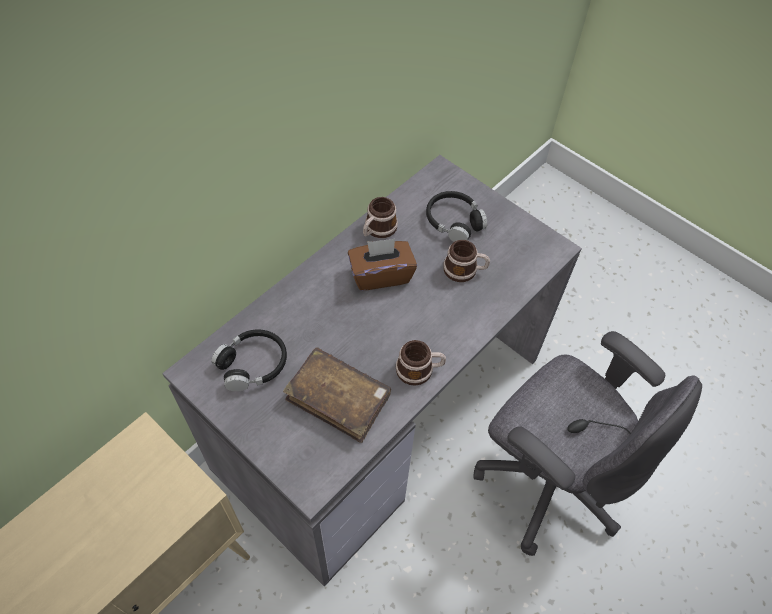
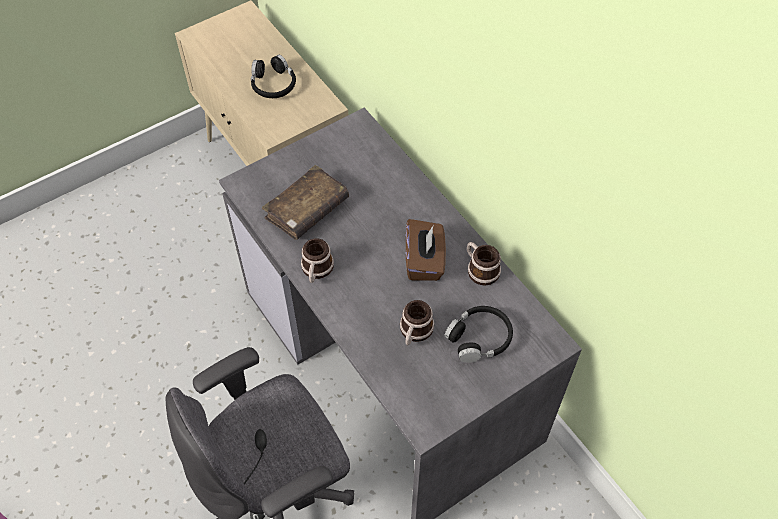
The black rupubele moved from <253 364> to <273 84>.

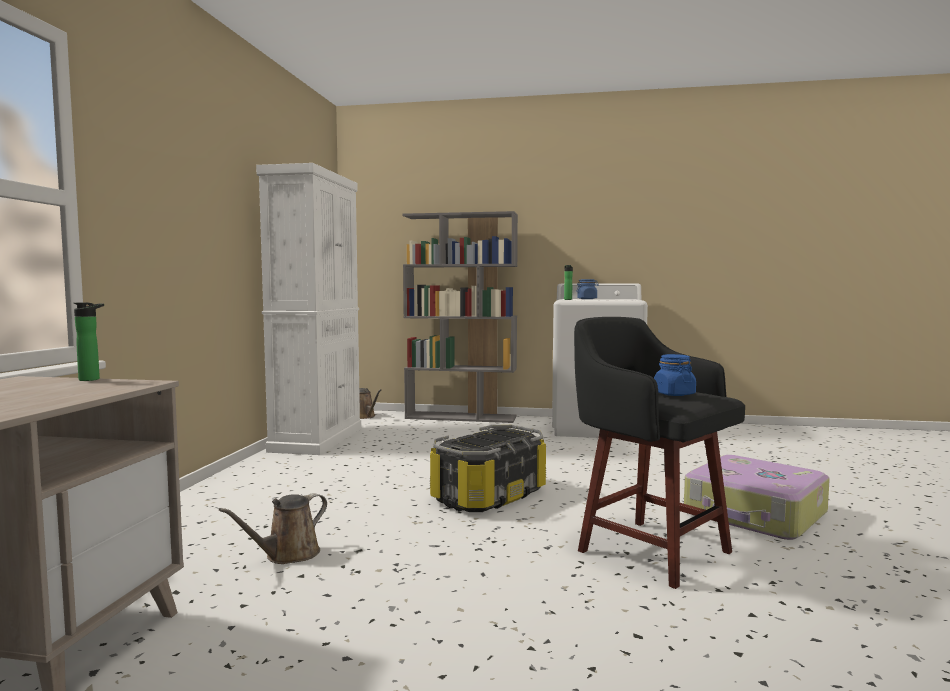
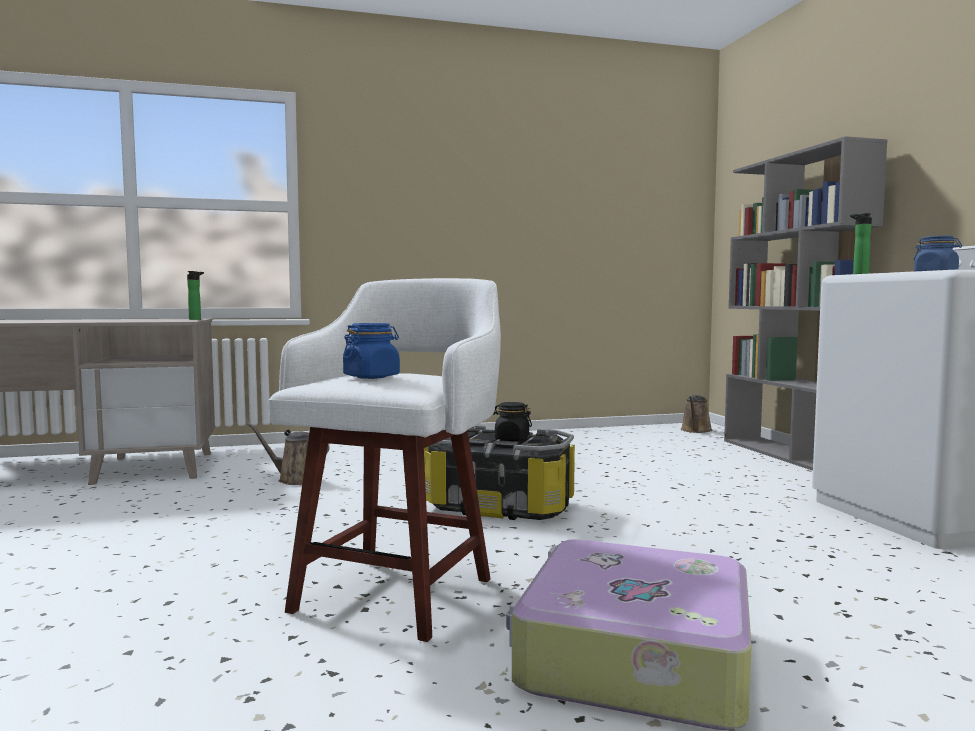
The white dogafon at <317 439> disappeared.
The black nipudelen at <511 439> appeared.
The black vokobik at <649 550> became the white vokobik at <397 591>.

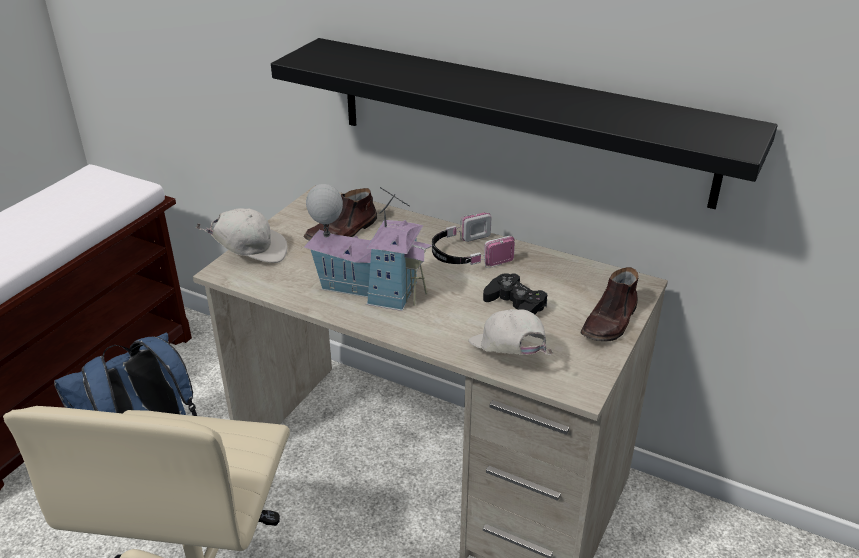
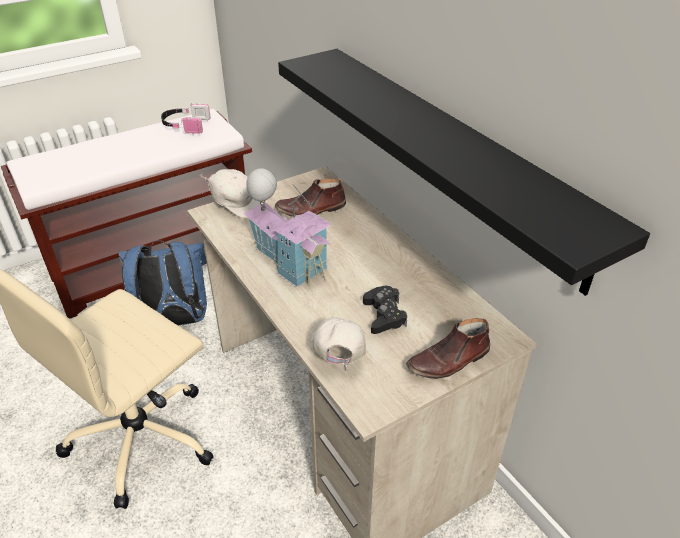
The rupubele moved from <468 255> to <185 125>.

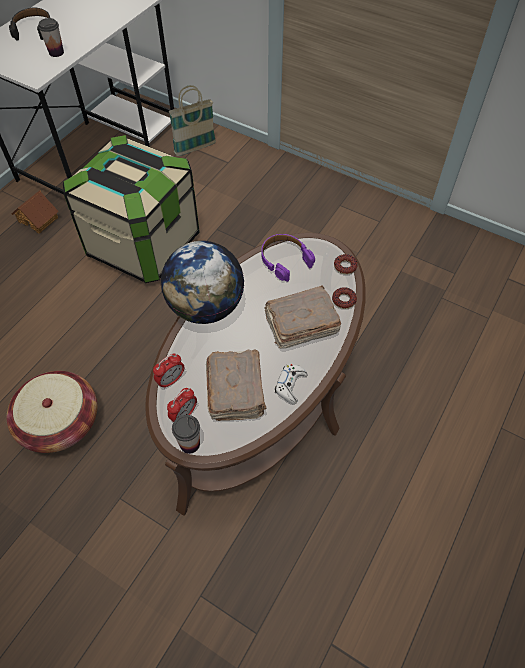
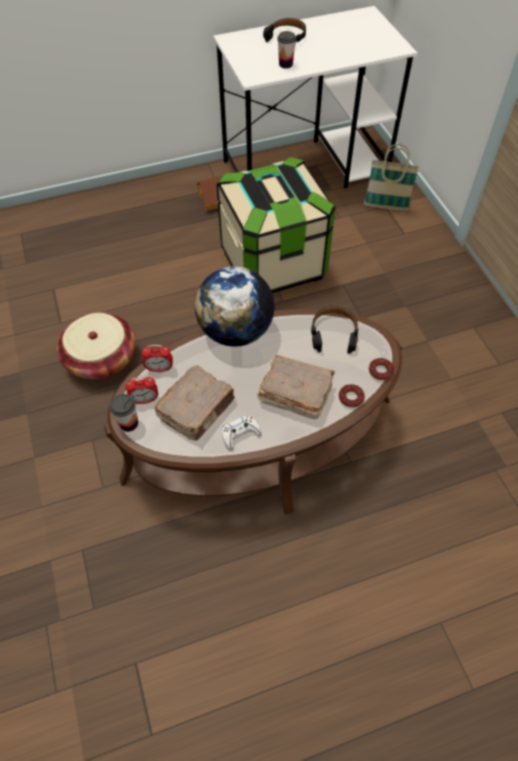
The purple rupubele at <284 260> became the black rupubele at <334 333>.

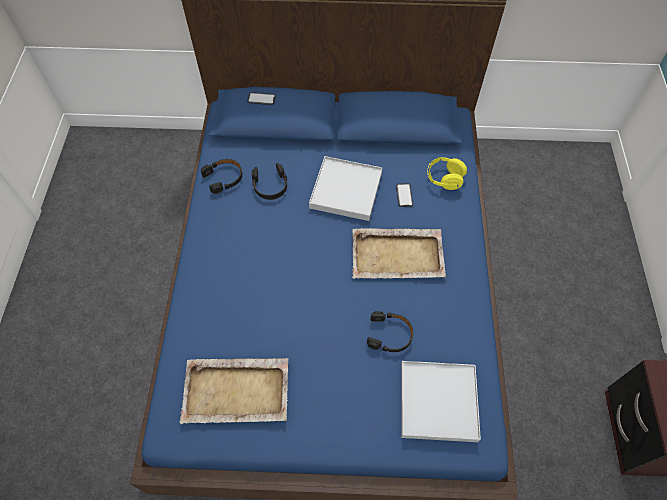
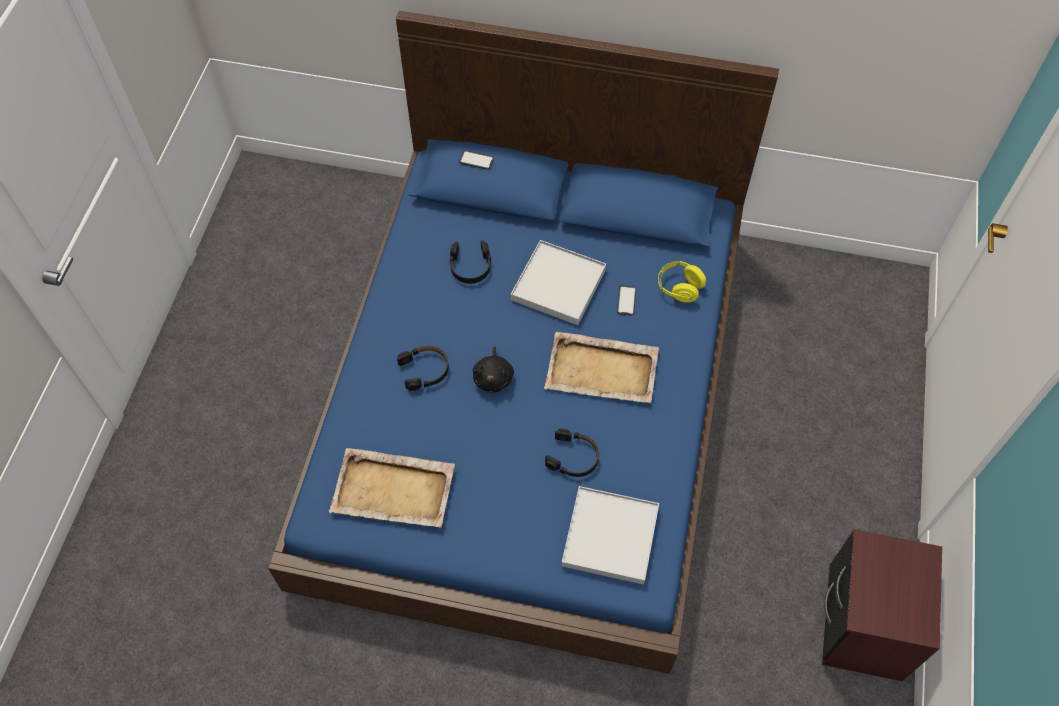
The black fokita at <493 377> appeared.
The black rupubele moved from <224 178> to <425 370>.

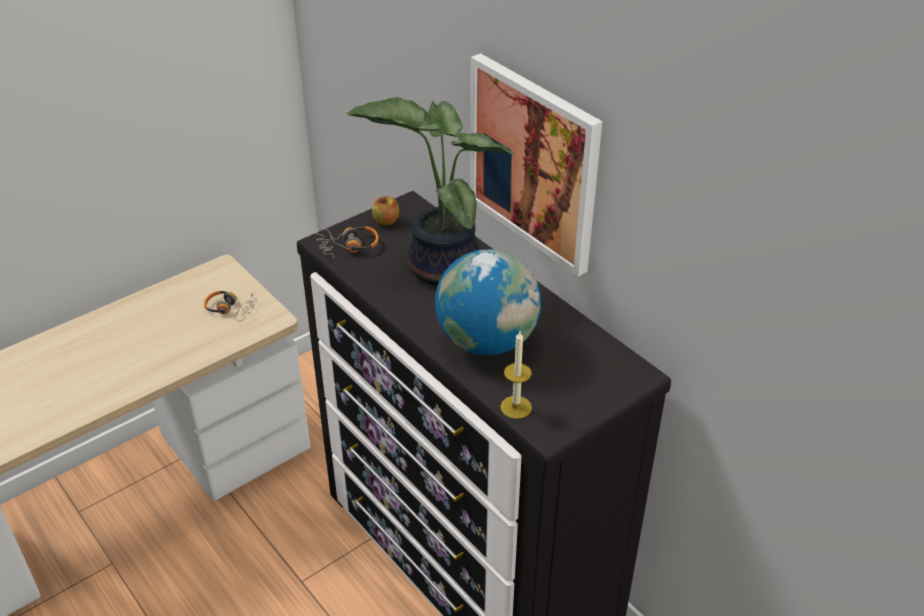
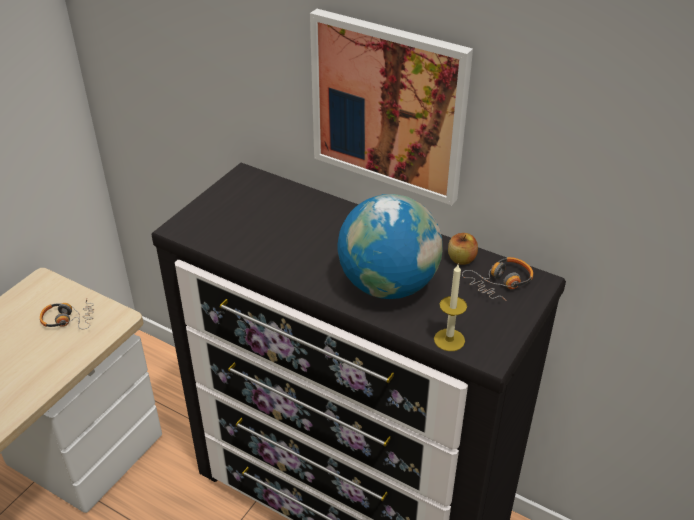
The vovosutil at <439 265> disappeared.
The rupubele moved from <348 246> to <500 283>.
The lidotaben moved from <386 221> to <461 259>.

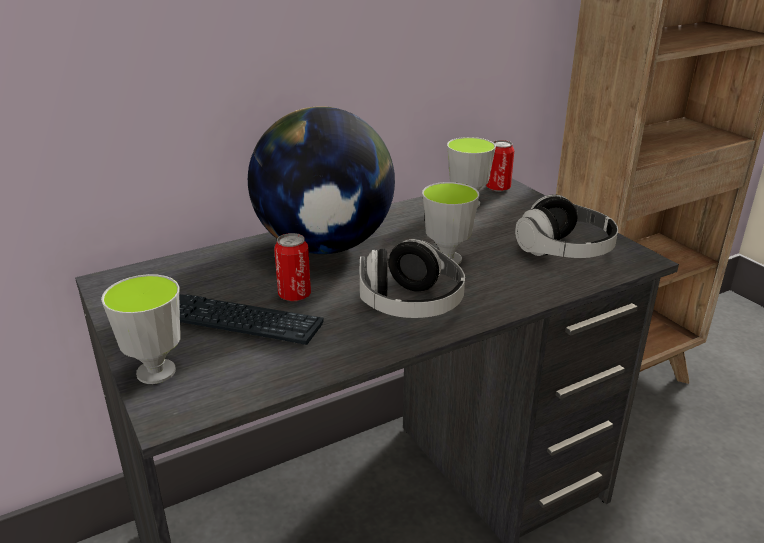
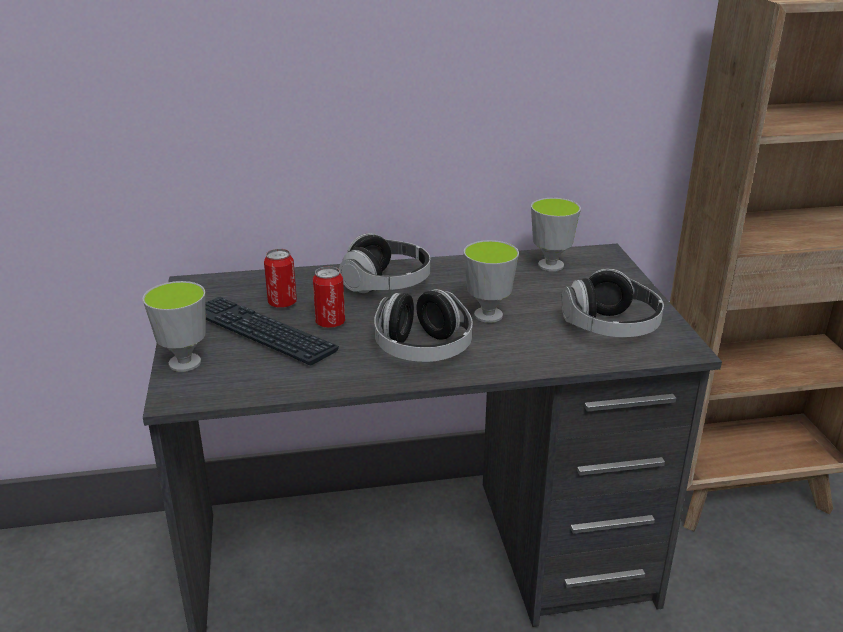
The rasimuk moved from <498 188> to <282 303>.
The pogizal at <325 246> was replaced by the rupubele at <386 284>.

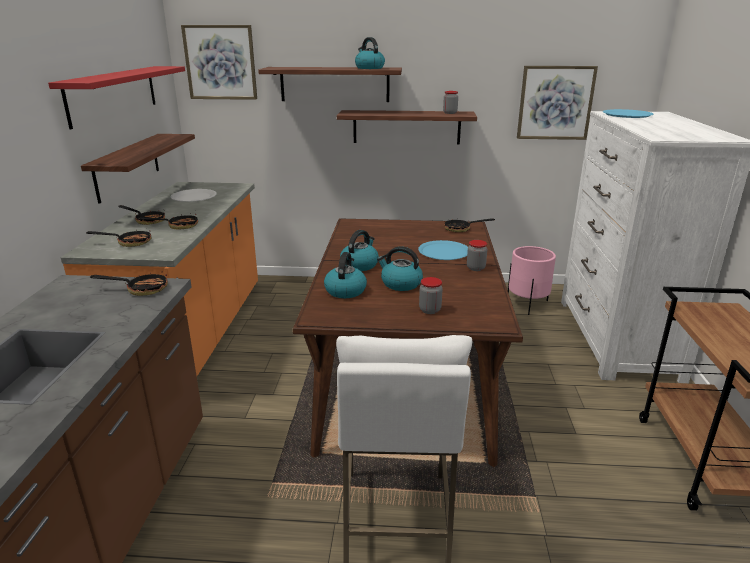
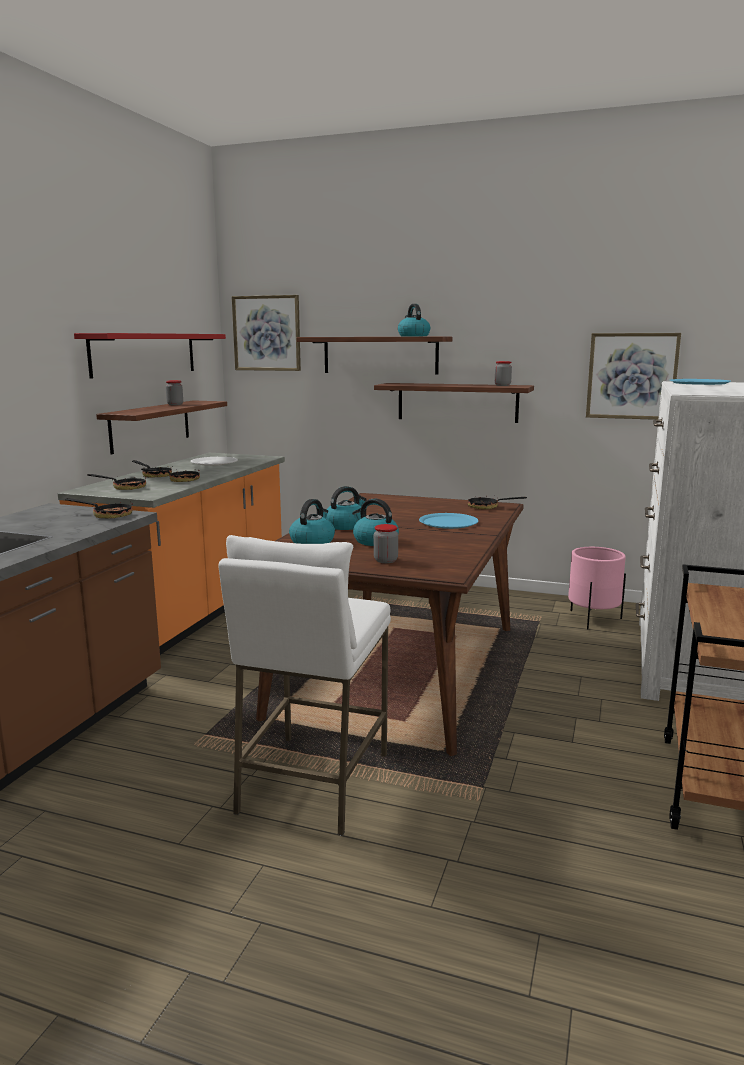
The nipudelen moved from <475 268> to <175 404>.

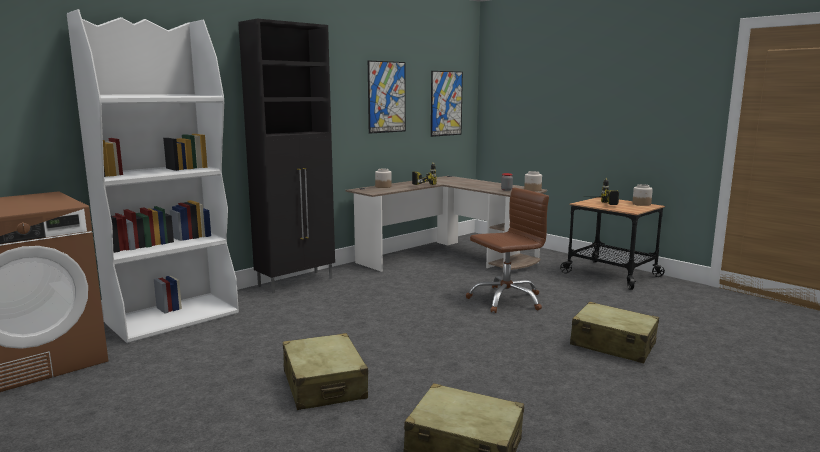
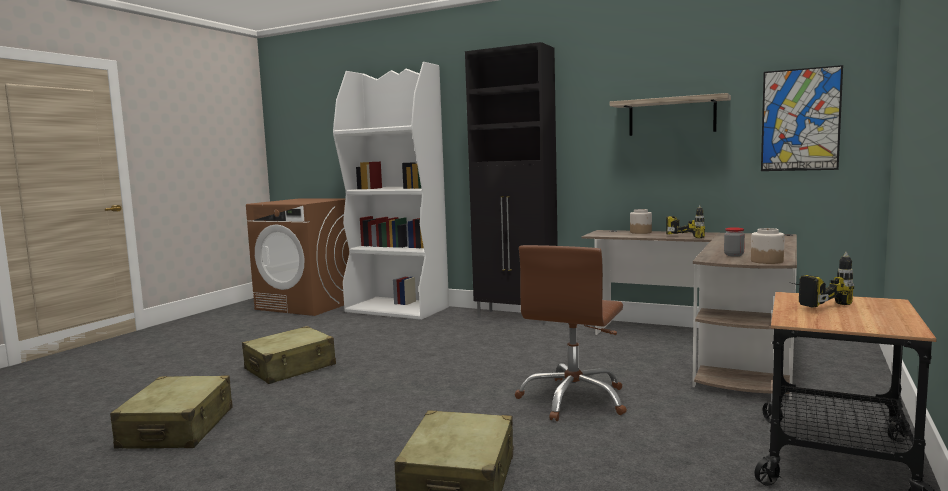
The nipudelen at <641 204> disappeared.
The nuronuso at <386 97> was replaced by the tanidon at <671 116>.
The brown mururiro at <506 300> turned 75 degrees clockwise.

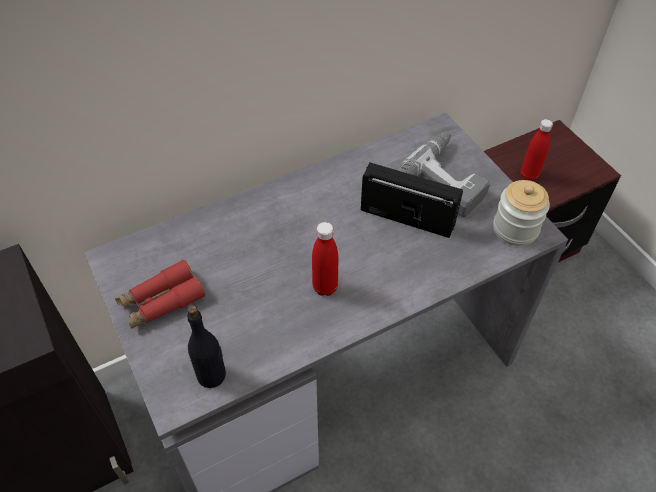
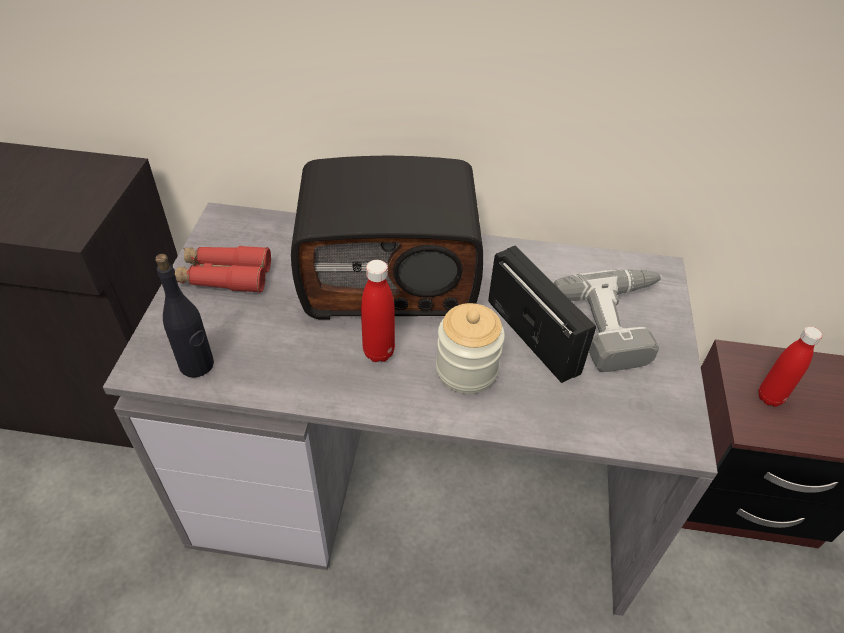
The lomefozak at <390 275> appeared.
The nipudelen moved from <515 229> to <466 370>.

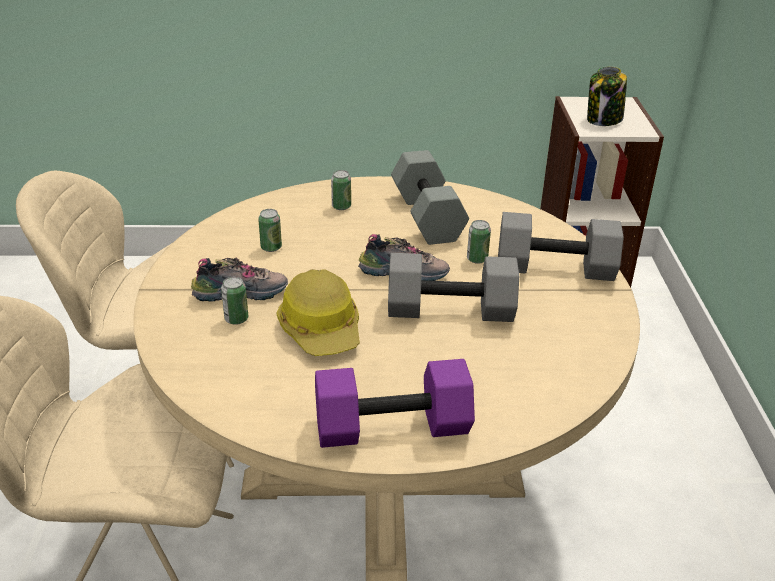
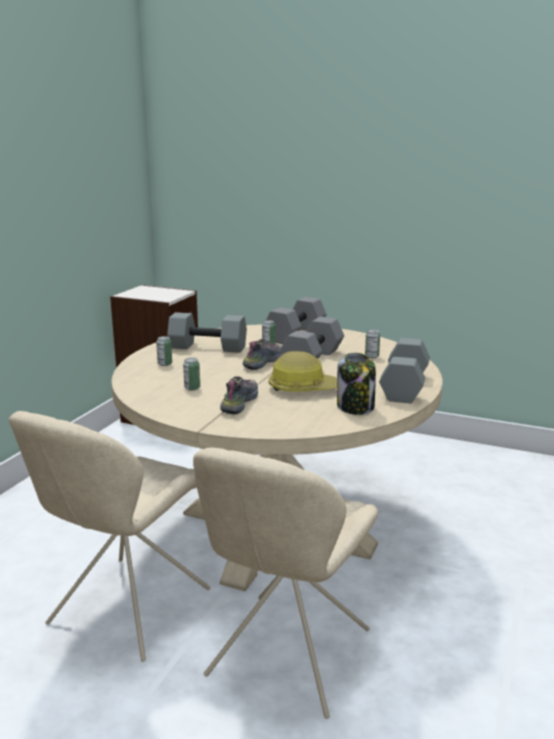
The rasimuk moved from <236 319> to <371 356>.
The nipudelen moved from <604 120> to <356 407>.
The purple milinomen at <393 426> became the grey milinomen at <403 386>.

